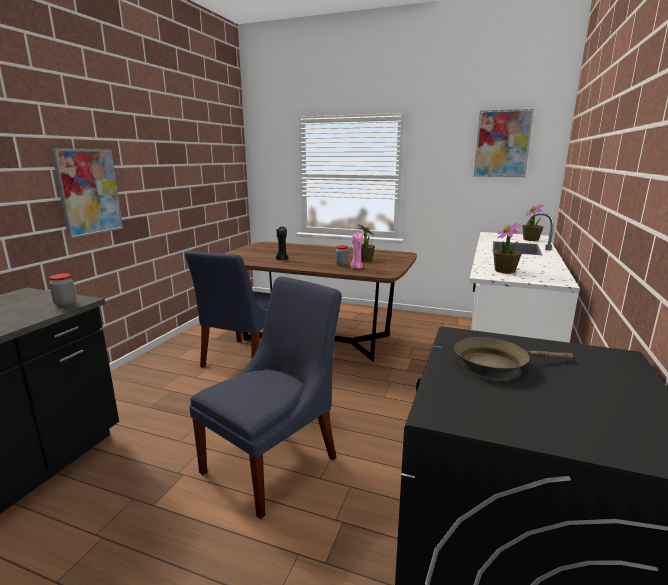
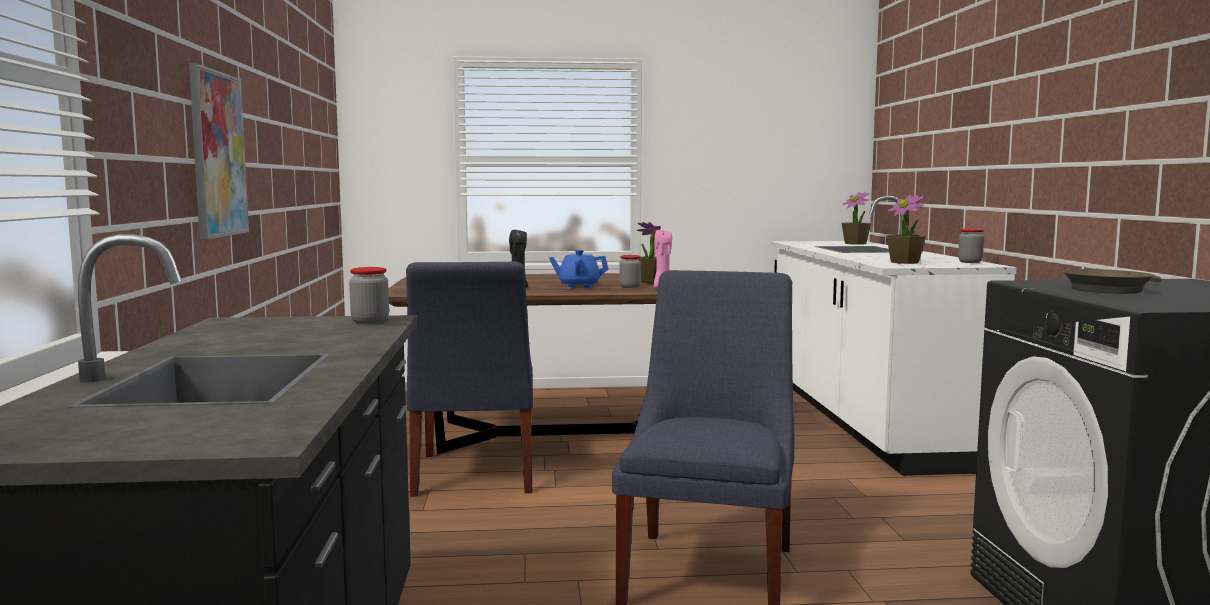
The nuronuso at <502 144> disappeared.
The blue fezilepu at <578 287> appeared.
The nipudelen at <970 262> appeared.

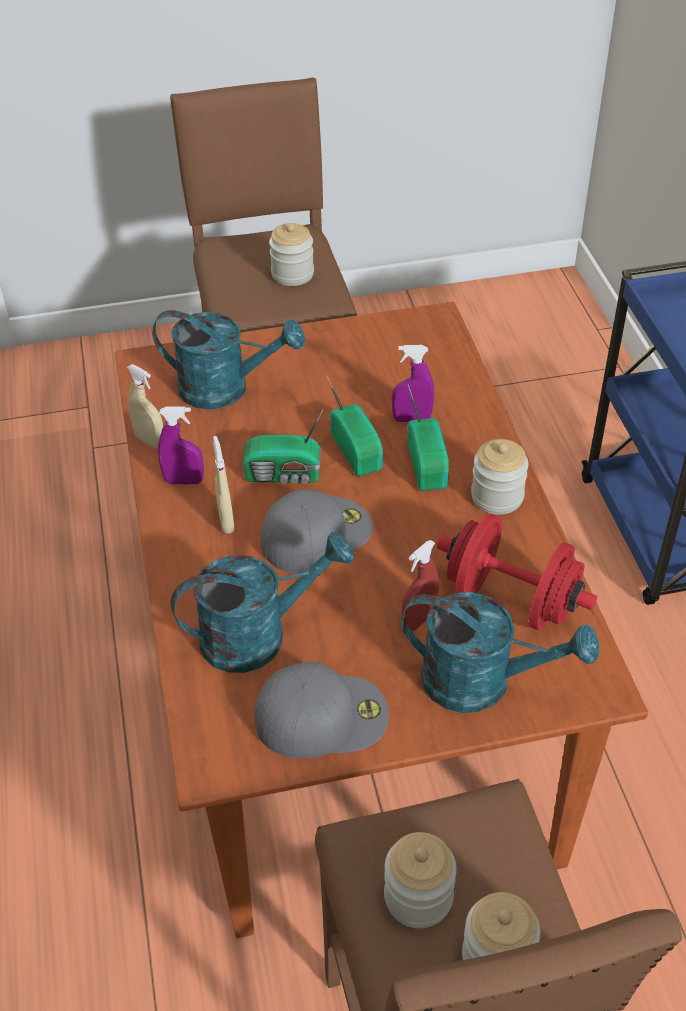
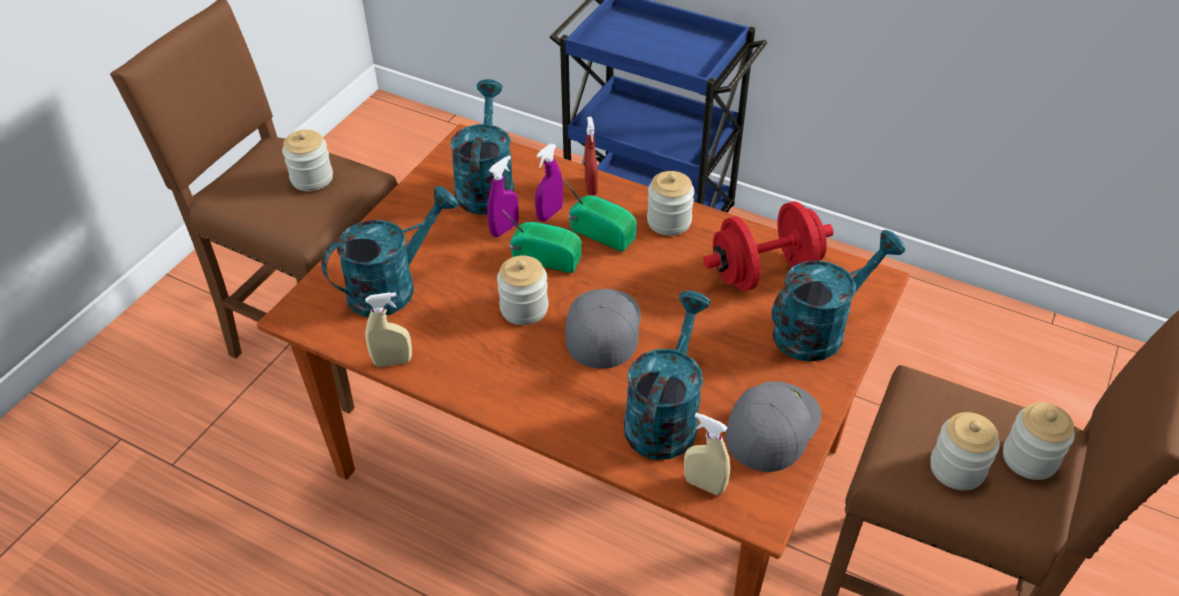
The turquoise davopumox at <485 185> appeared.
The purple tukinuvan moved from <184 481> to <504 229>.
The beige tukinuvan moved from <226 521> to <704 485>.
The red tukinuvan moved from <419 619> to <591 187>.
The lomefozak at <285 474> was replaced by the nipudelen at <524 308>.

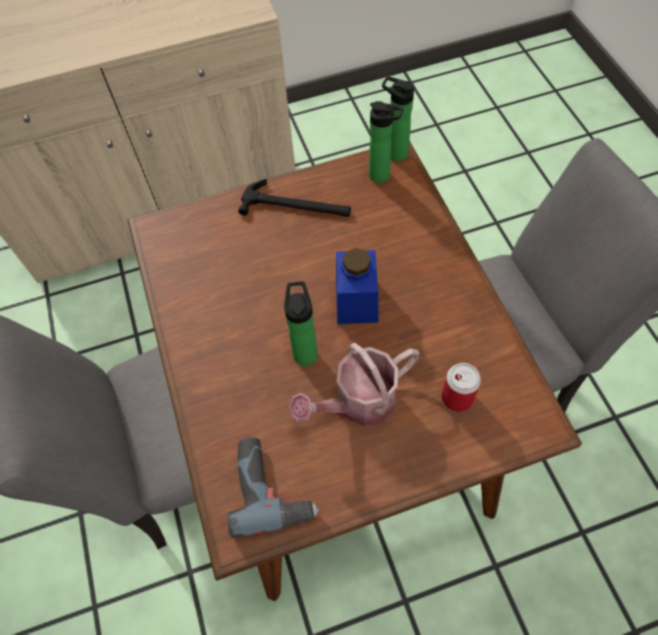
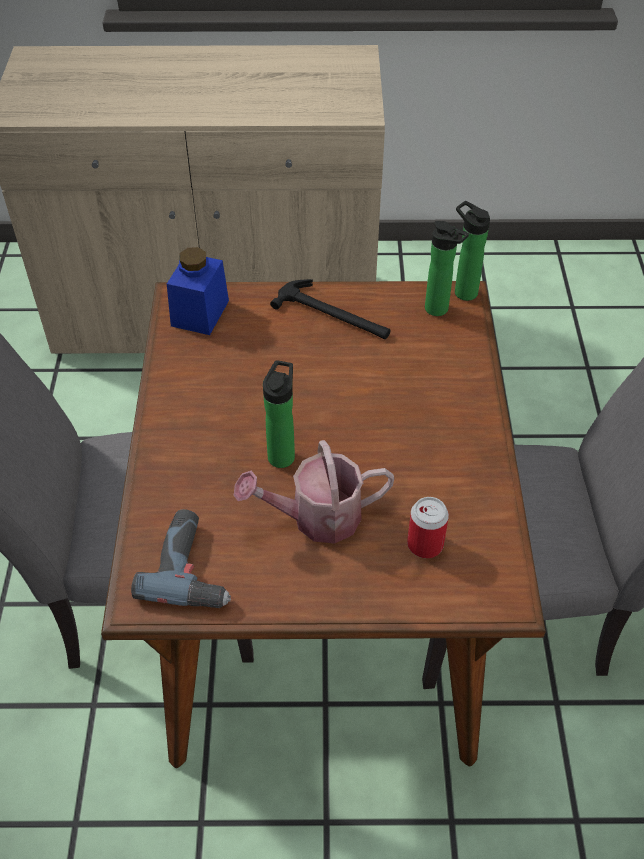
The blue nipudelen moved from <356 301> to <200 313>.

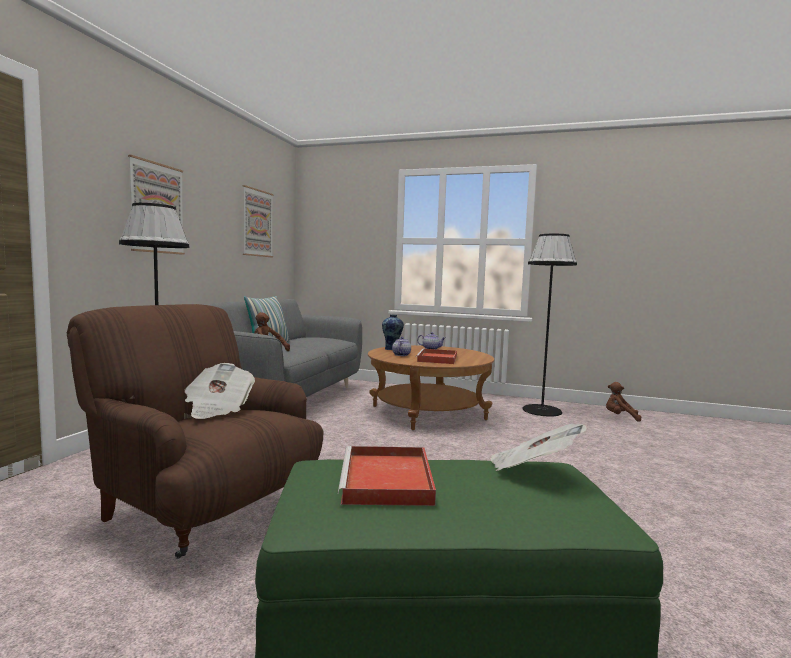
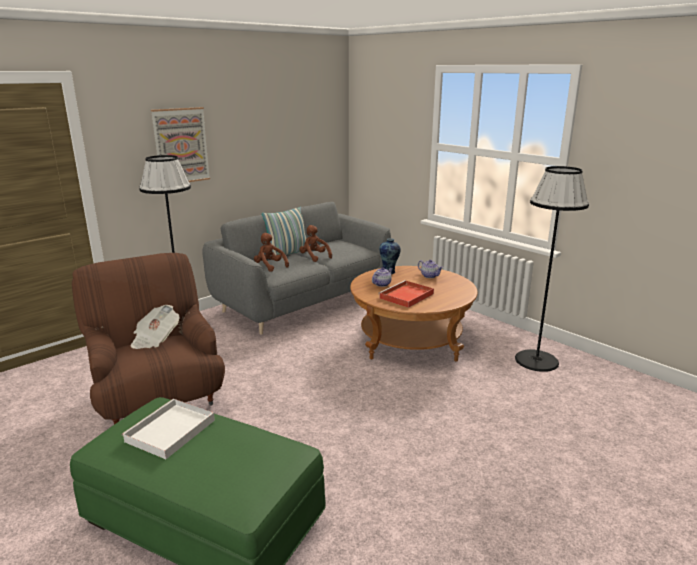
The nuronuso at <257 223> disappeared.
The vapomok at <532 470> disappeared.
The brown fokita moved from <620 417> to <314 257>.
The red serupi at <387 481> became the white serupi at <169 432>.

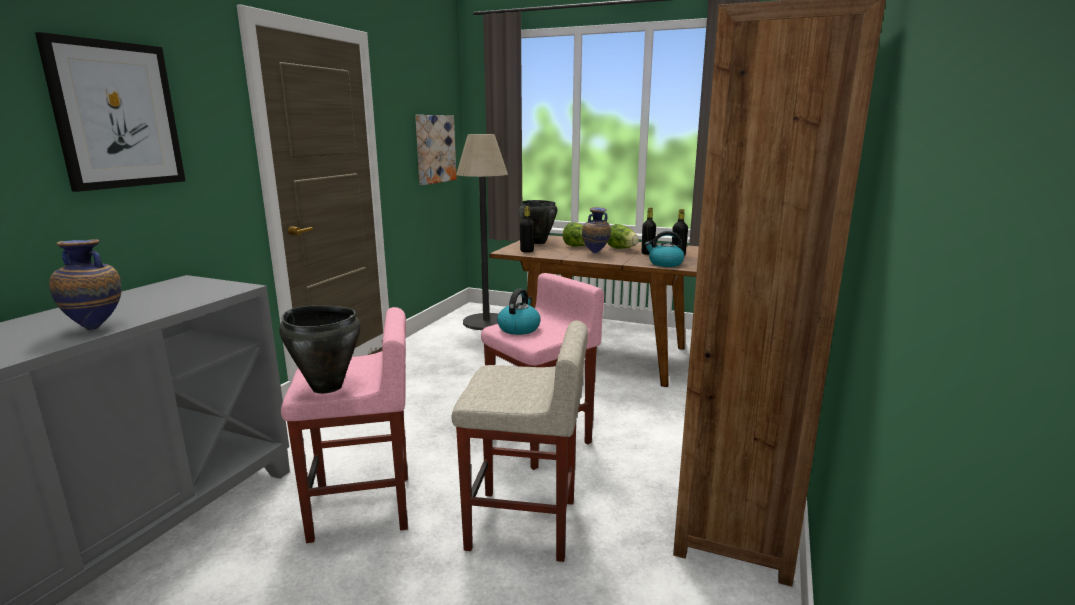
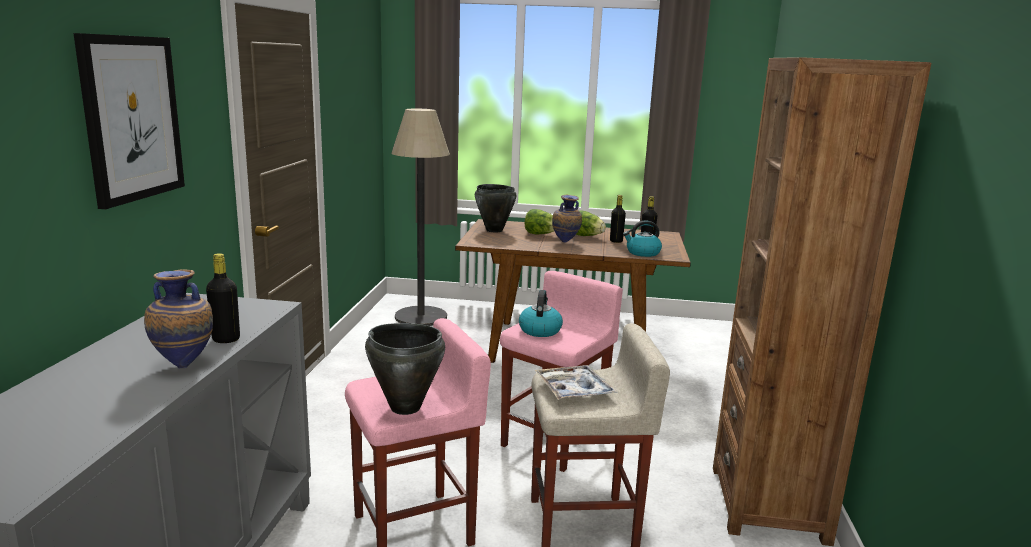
The nuronuso at <434 149> disappeared.
The serupi at <574 390> appeared.
The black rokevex moved from <527 251> to <226 339>.

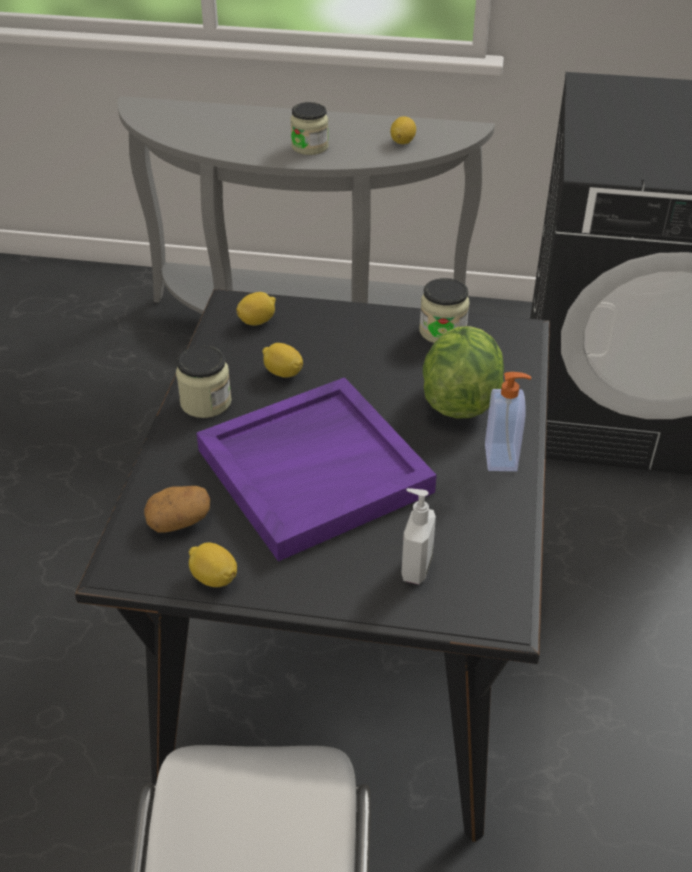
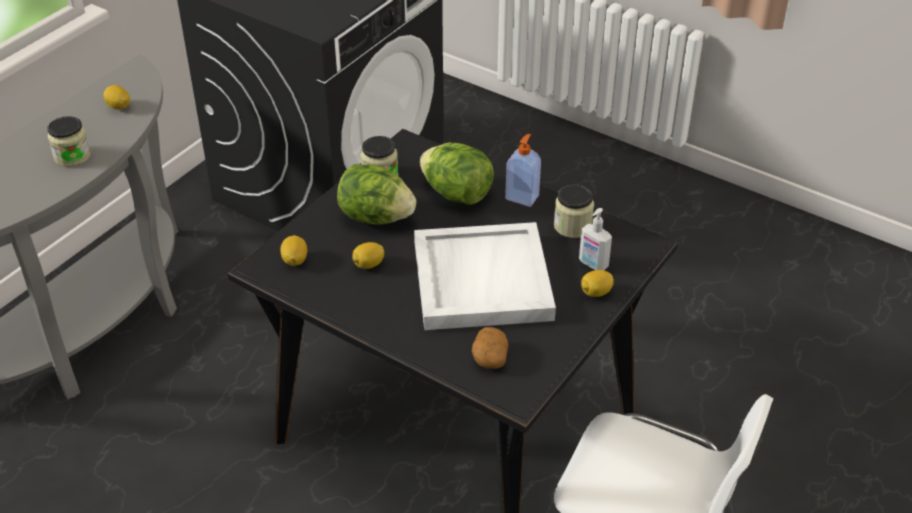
The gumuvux at <376 217> appeared.
The nipudelen moved from <206 402> to <572 226>.
The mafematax moved from <214 578> to <595 293>.
The purple serupi at <315 469> became the white serupi at <480 279>.

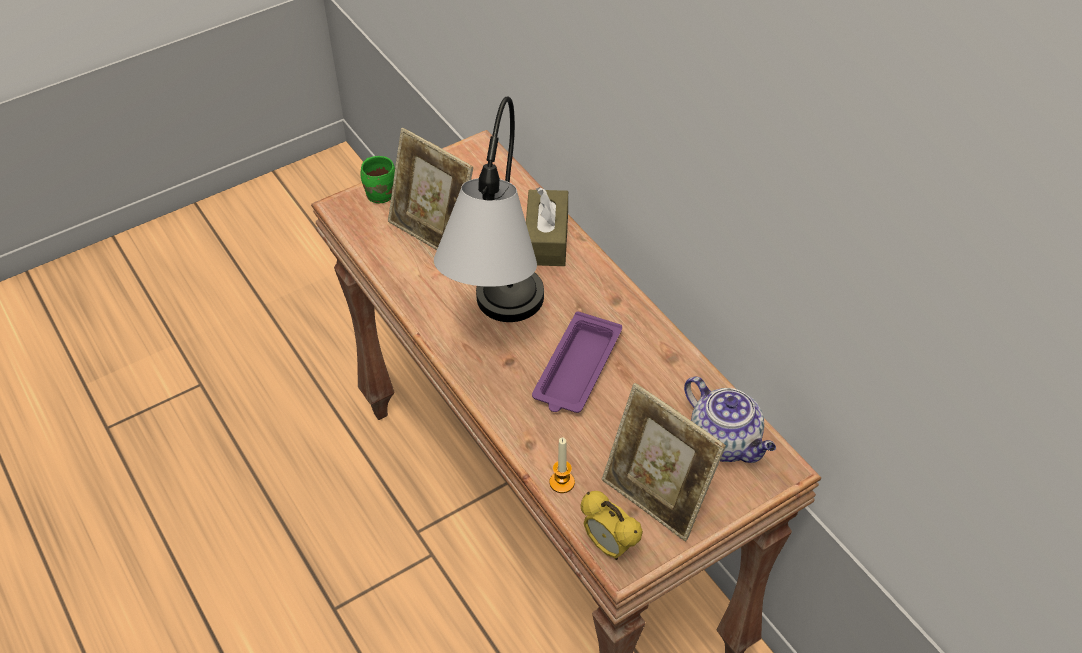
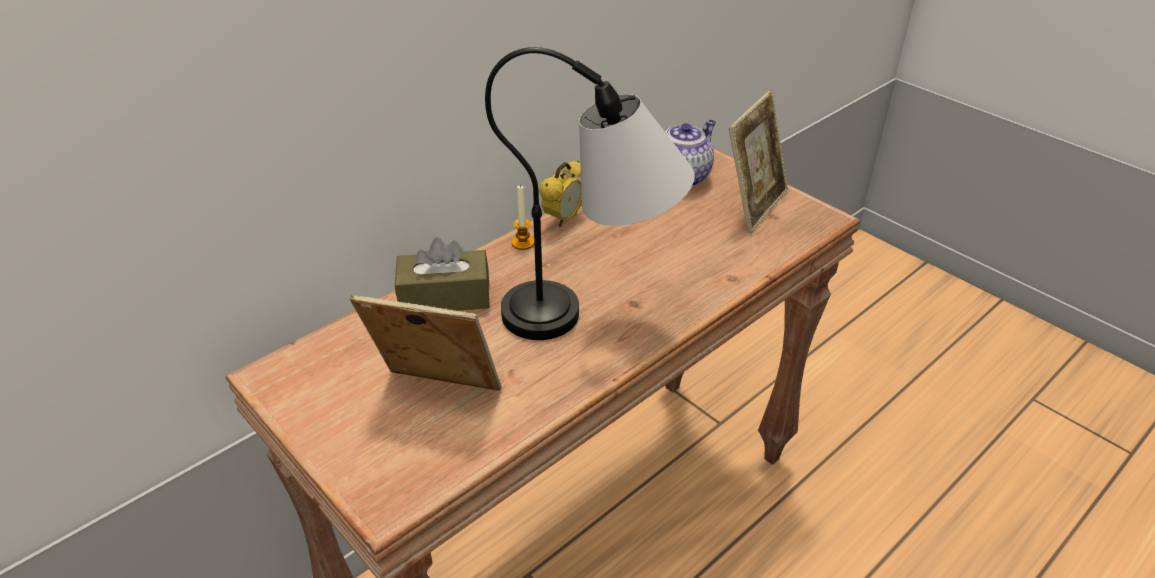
The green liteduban at <381 193> disappeared.
The purple serupi at <576 370> disappeared.
The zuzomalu moved from <562 482> to <523 243>.
The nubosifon moved from <609 546> to <563 219>.
The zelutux at <432 232> turned 105 degrees counterclockwise.

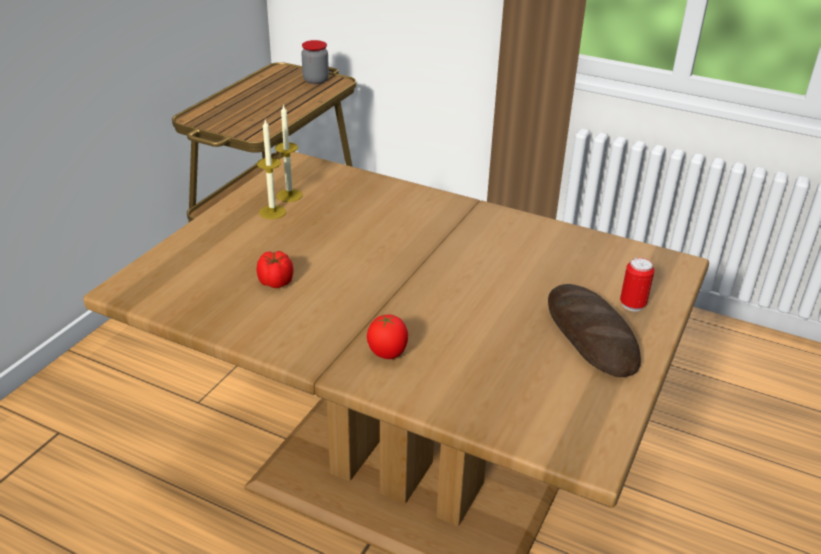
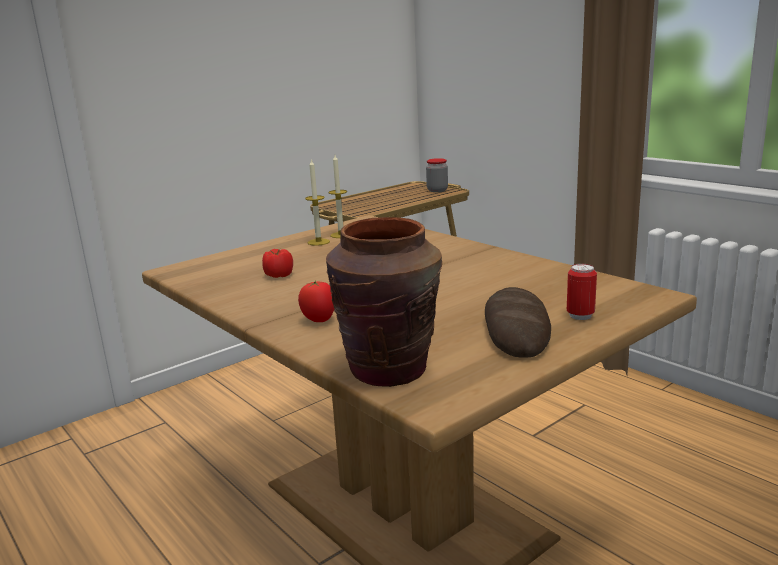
The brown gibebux at <389 370> appeared.

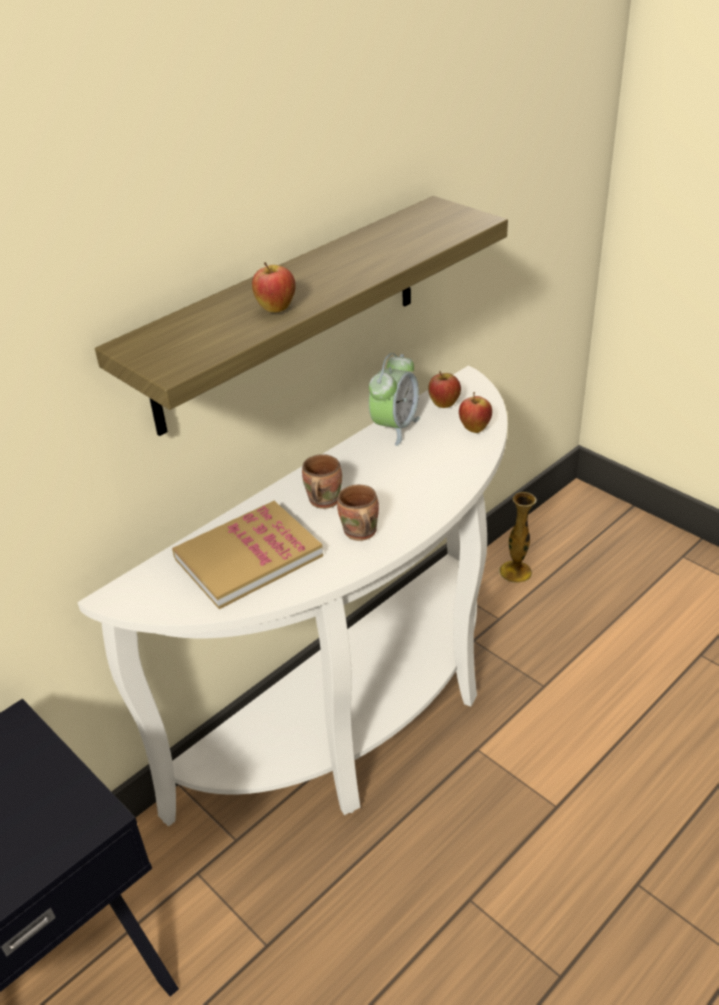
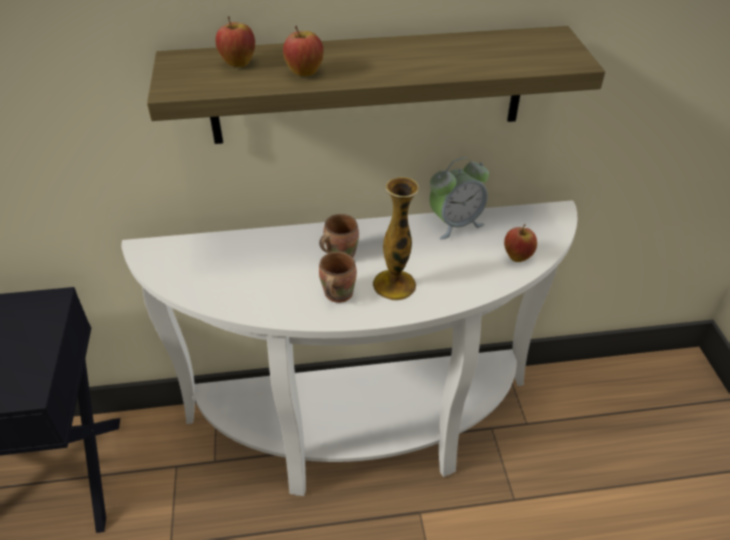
The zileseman at <248 557> disappeared.
The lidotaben moved from <444 405> to <238 64>.
The gibebux moved from <515 572> to <394 285>.

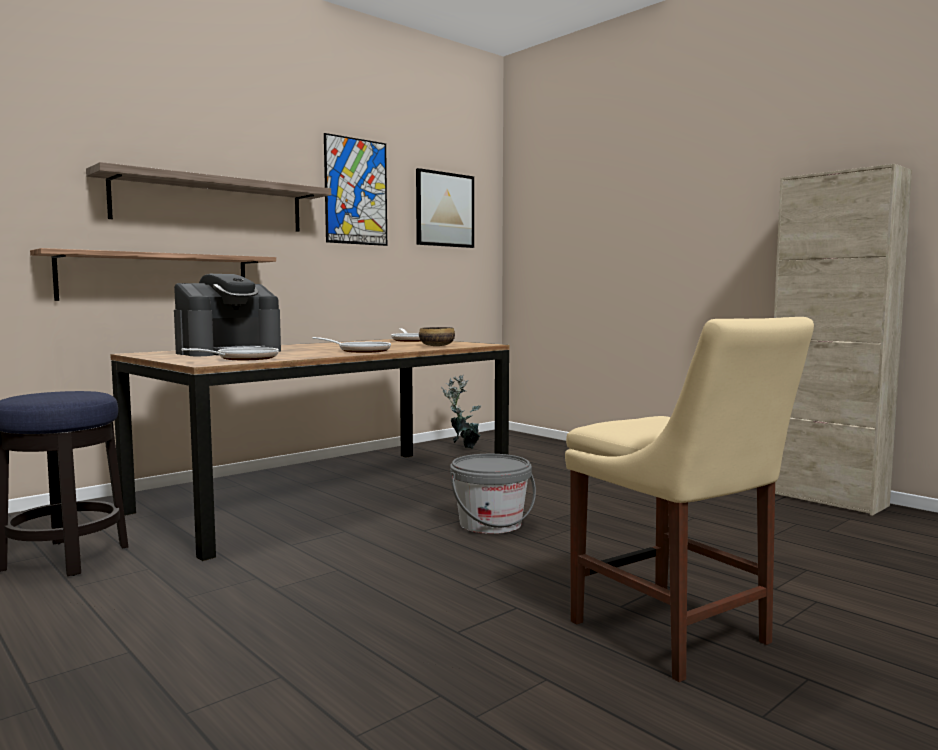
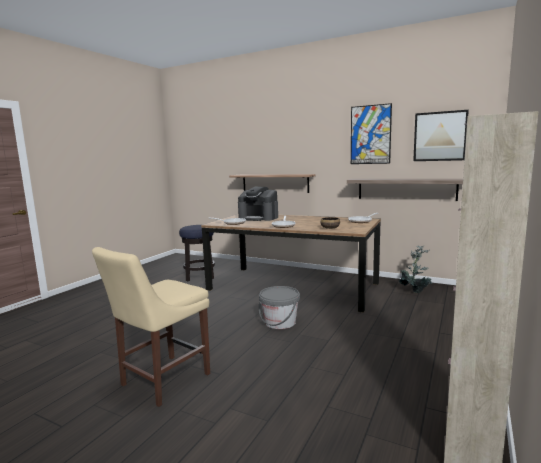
The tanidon moved from <211 203> to <406 189>.

